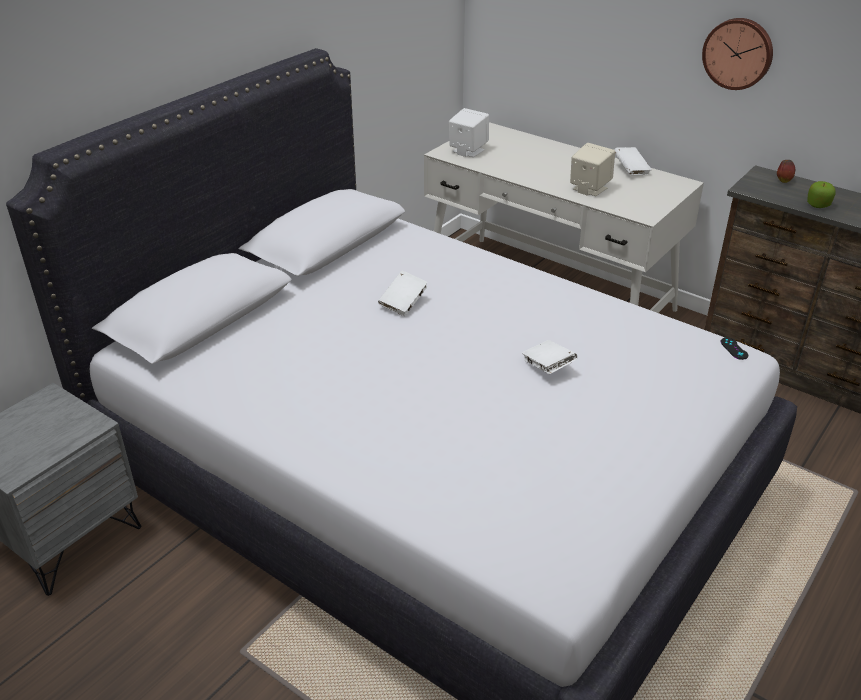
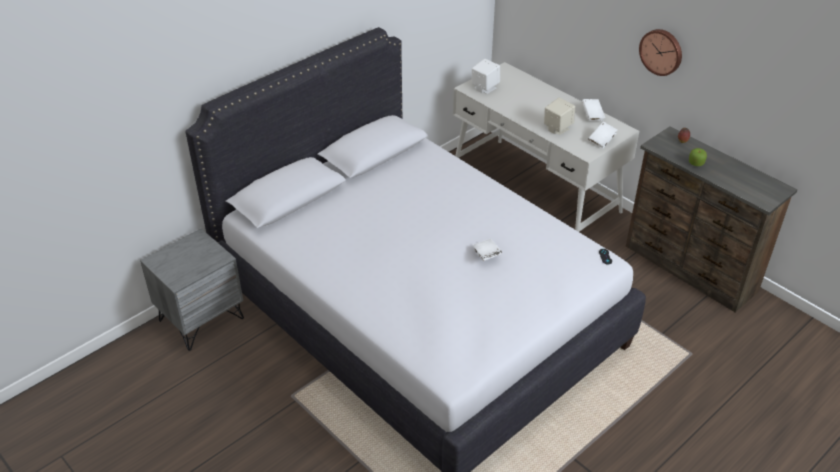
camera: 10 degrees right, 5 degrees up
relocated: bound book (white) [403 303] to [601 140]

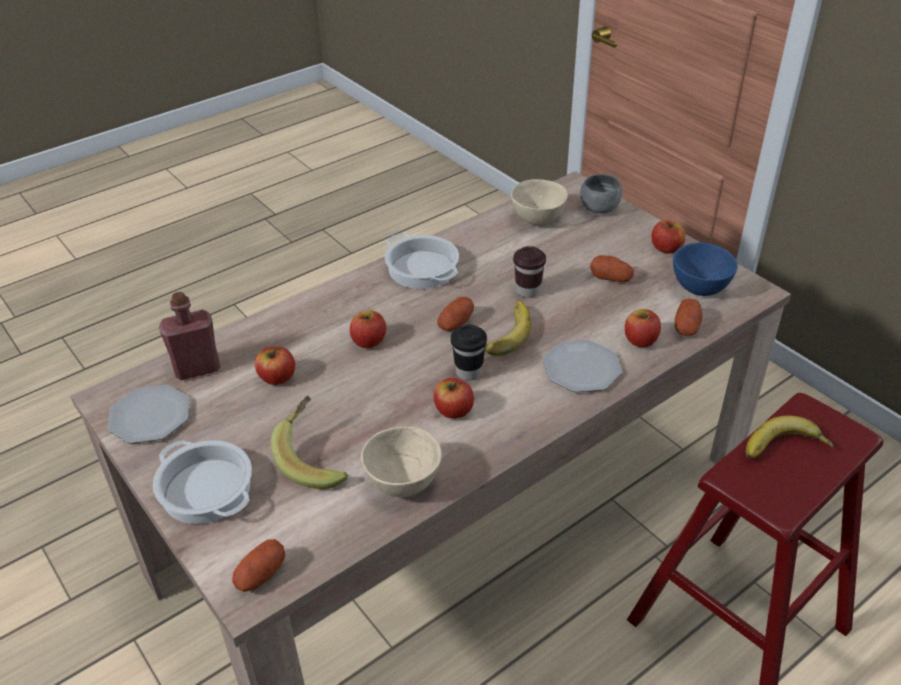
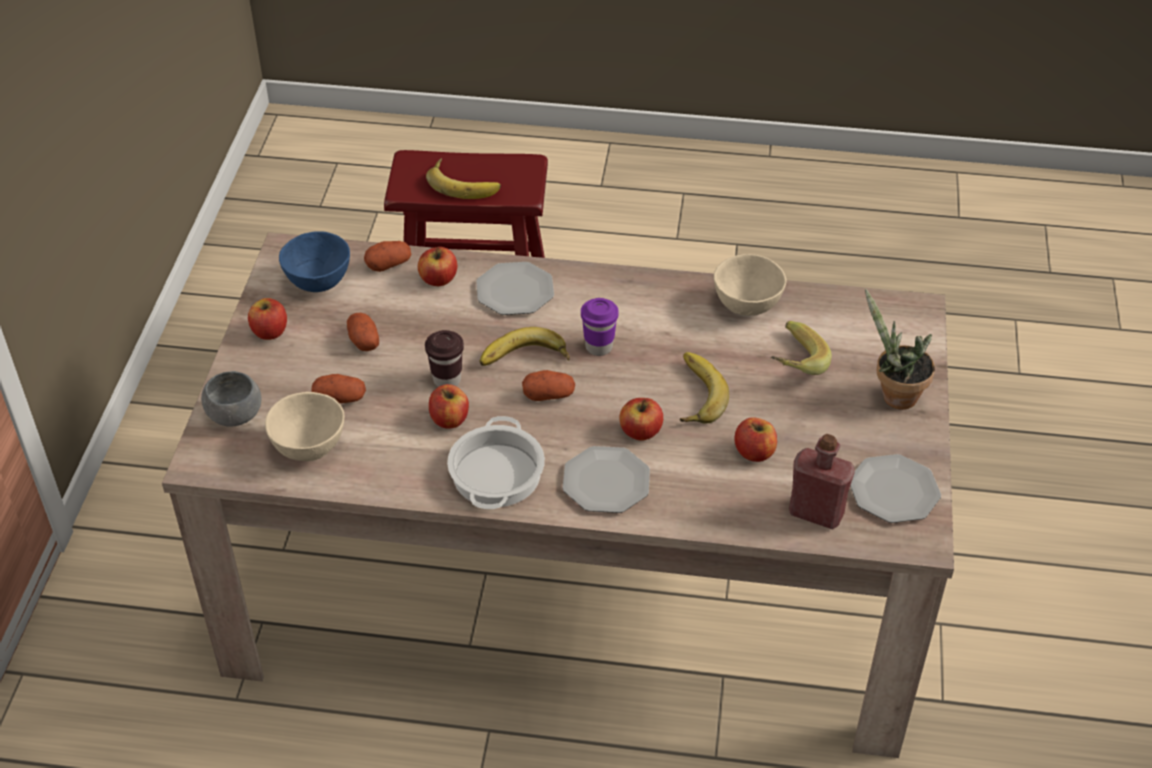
camera: 135 degrees left, 5 degrees up
appeared: flat dish [605 481]; banana fruit [693 393]
relocated: whole potato [261 575] to [340 398]; apple [453 411] to [449 419]
exchanged: cooking pot [205 489] to houseplant [894 396]
colour: cup (black) [468 372] to cup (purple) [599 347]

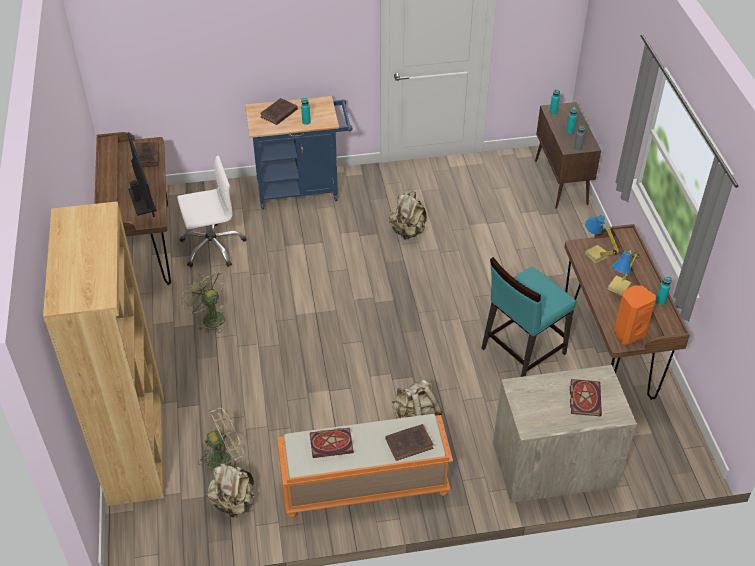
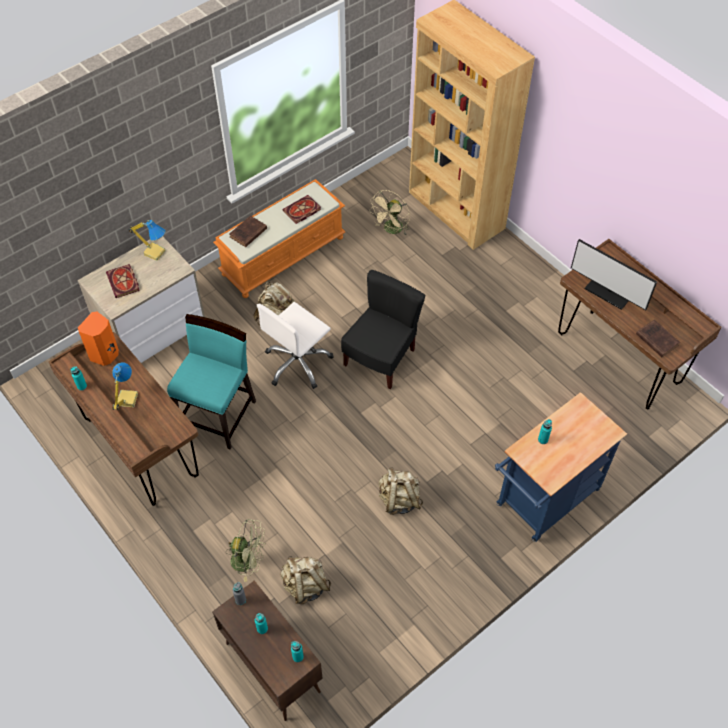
camera: 150 degrees right, 10 degrees up
missing: bound book (brown-coloured) [278 114]
appeared: plain chair (black) [380 358]
relocated: computer chair (white) [212 247] to [298 363]; fan (green) [209 318] to [248 561]; rucksack (beige-coloured) [233 502] to [305 585]; table lamp [595 255] to [155 252]

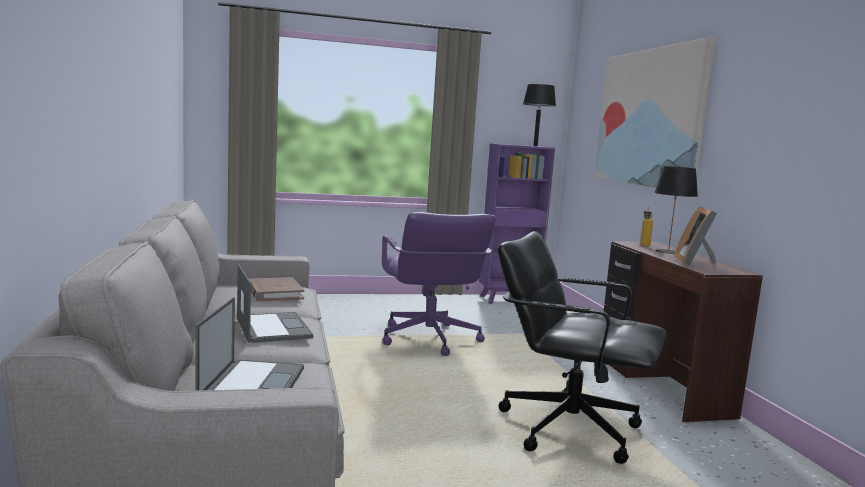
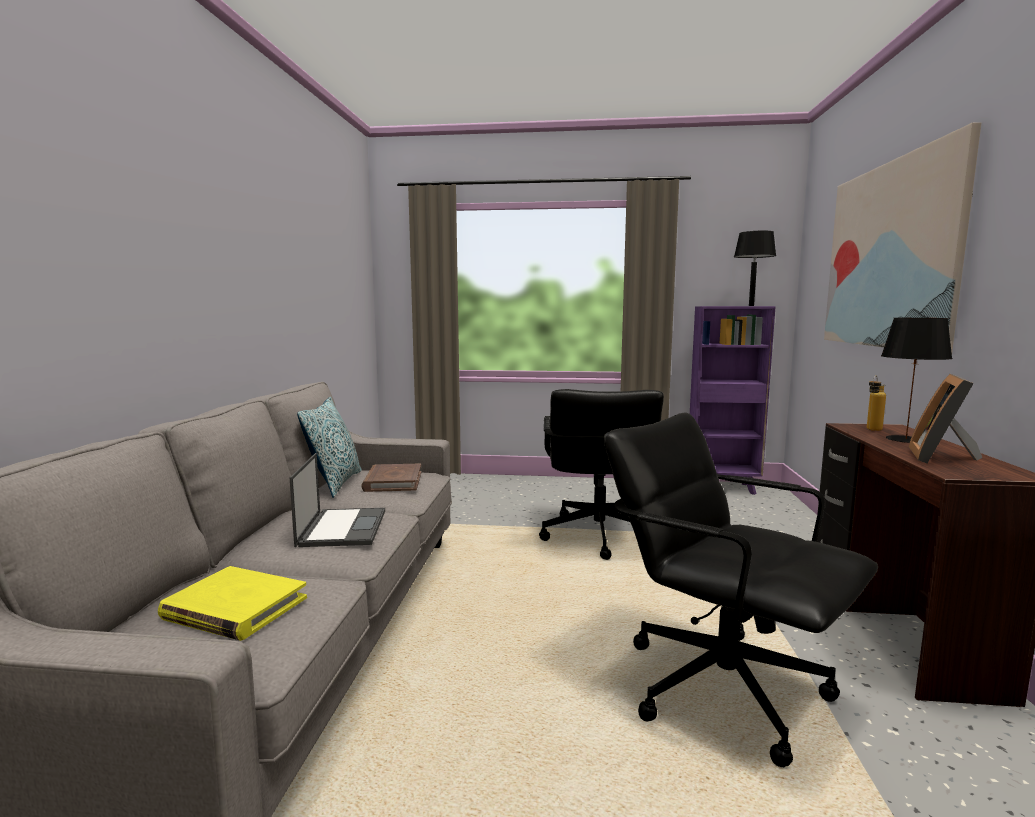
camera: 20 degrees right, 0 degrees up
appeared: pillow [335 483]
exchanged: notebook computer [253 383] to bound book (yellow-coloured) [234 608]
colour: computer chair (purple) [429 339] to computer chair (black) [598 535]

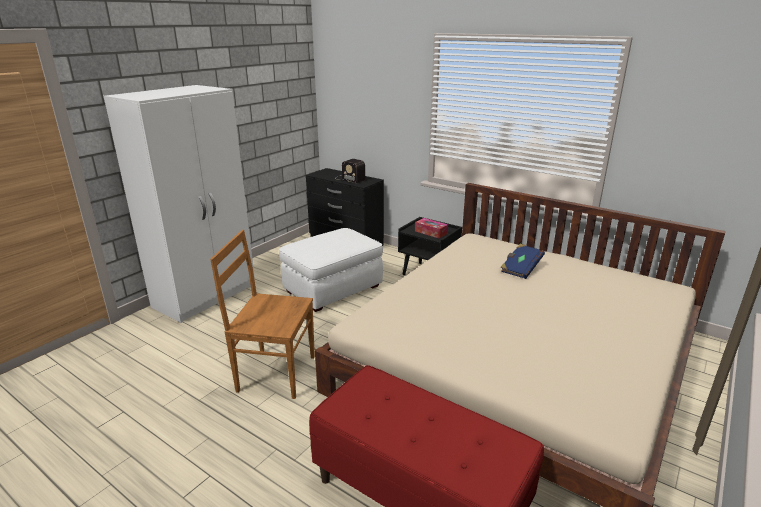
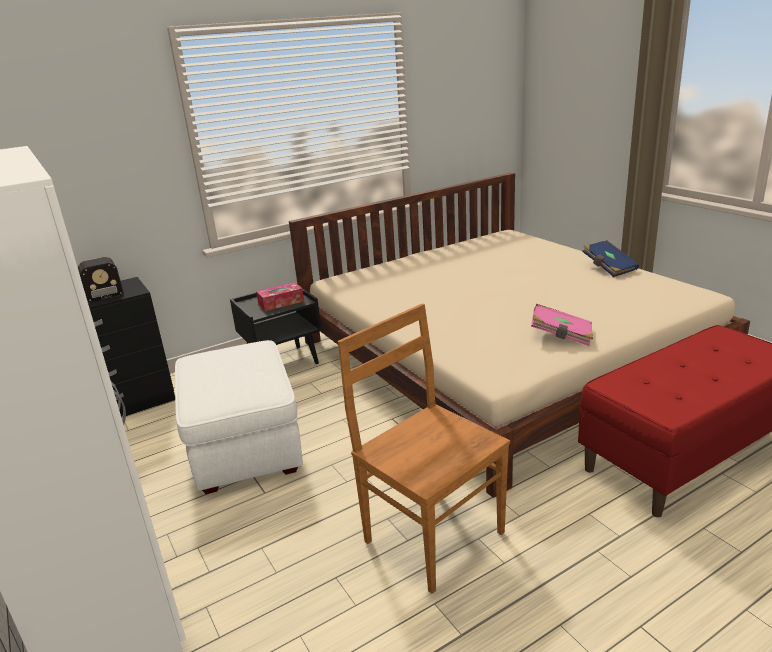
camera: 65 degrees left, 0 degrees up
appeared: bound book (pink) [561 336]
relocated: bound book (blue) [520 269] to [608 268]
spun: plain chair (brown-coloured) [274 373] = [431 534] 105 degrees clockwise

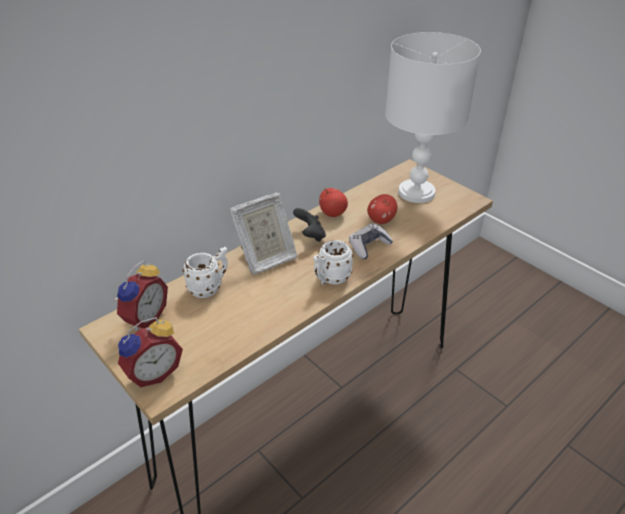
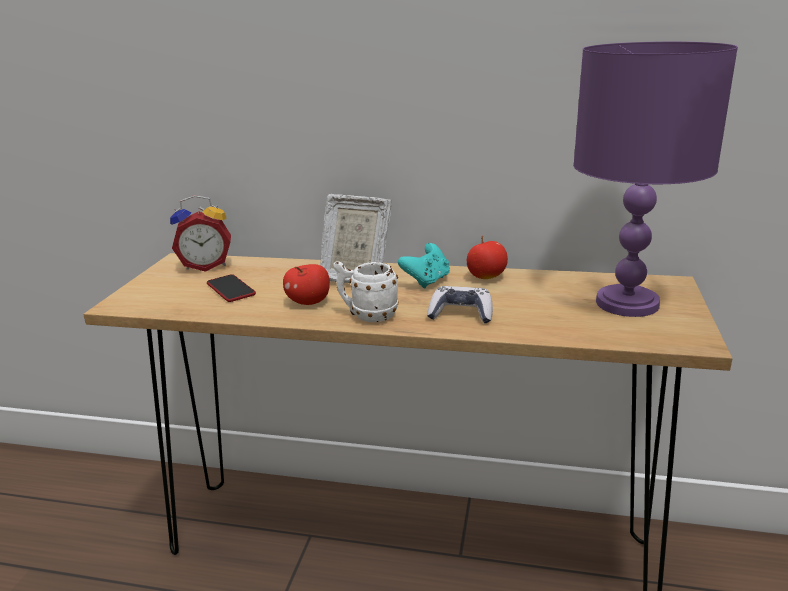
camera: 55 degrees right, 15 degrees down
missing: bedside clock [153 372]; tea mug (white) [210 287]
appeared: phone [231 289]
relocated: apple [381 220] to [309 302]
colour: joypad (black) [310 235] to joypad (turquoise-coloured) [427 281]; table lamp (white) [415 192] to table lamp (purple) [625 303]

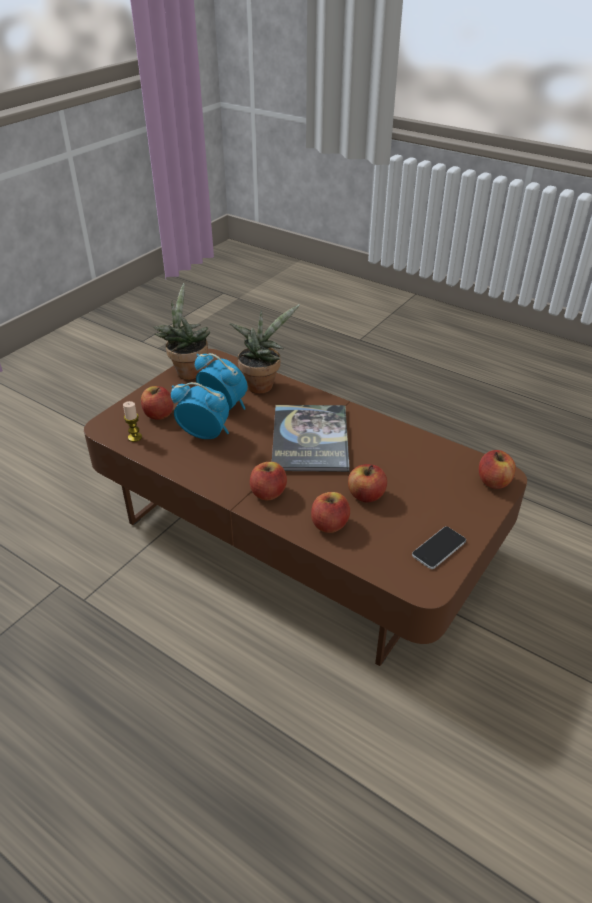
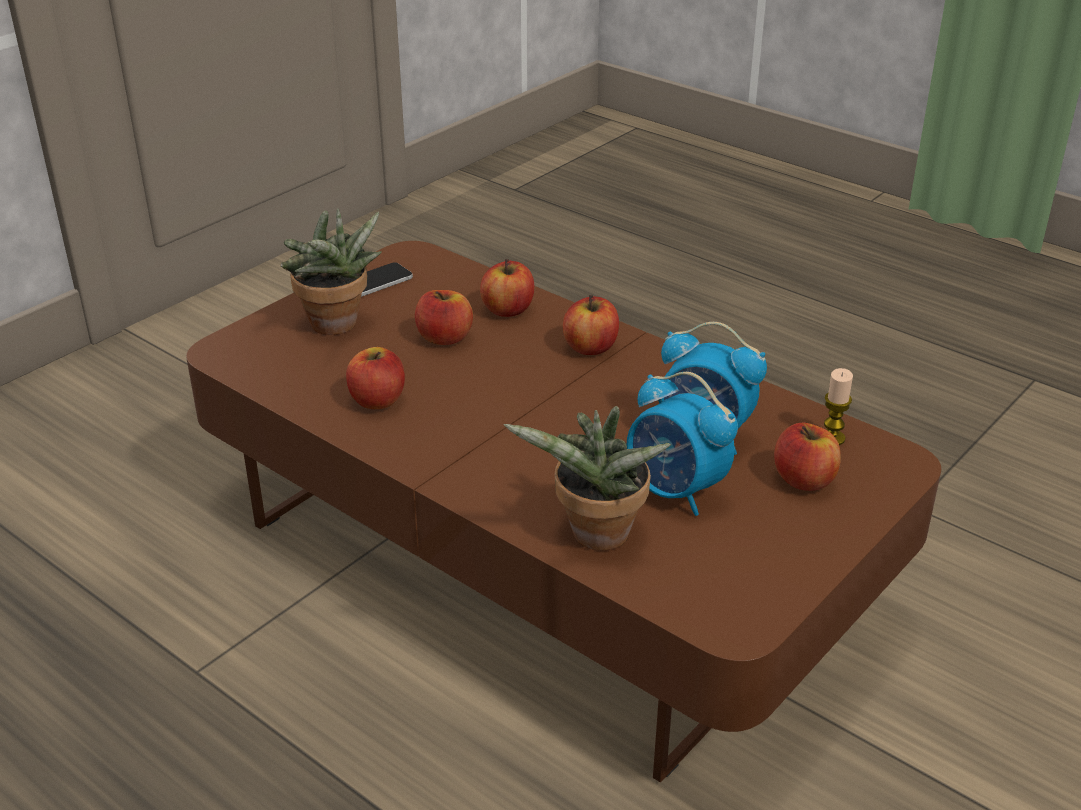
camera: 175 degrees left, 5 degrees down
missing: bound book [310 439]
relocated: houseplant [188 371] to [336 327]; apple [494 481] to [377 400]

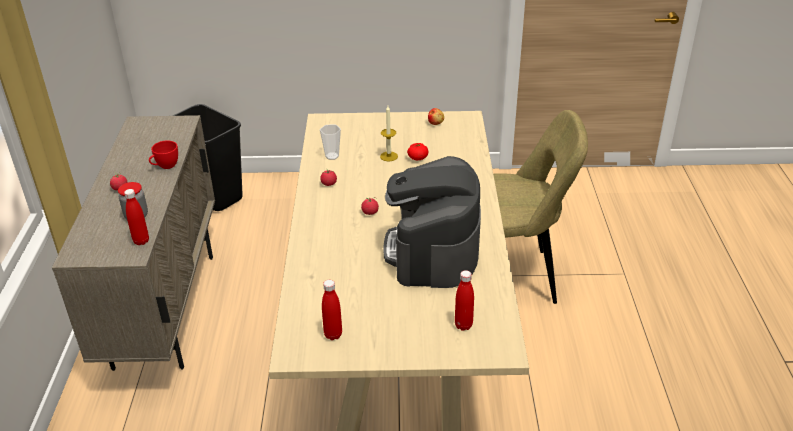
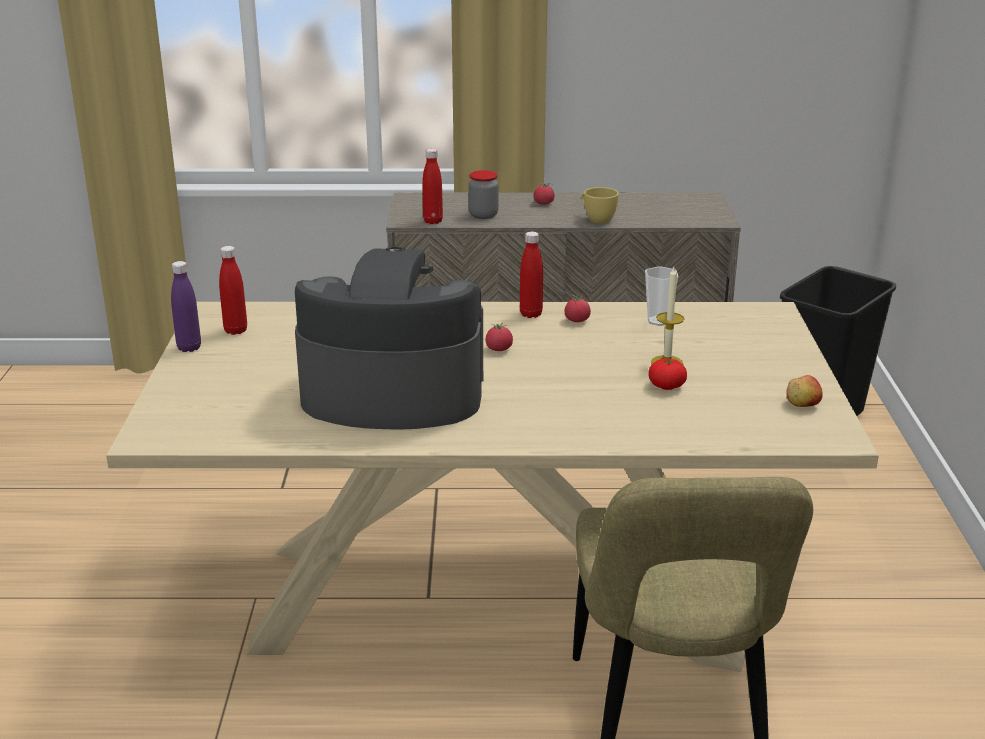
camera: 90 degrees right, 10 degrees down
appeared: bottle (purple) [189 348]
relocated: bottle (red-coloured) [463 325] to [531 314]
colour: cup (red-coloured) [165 166] to cup (yellow-coloured) [596 219]

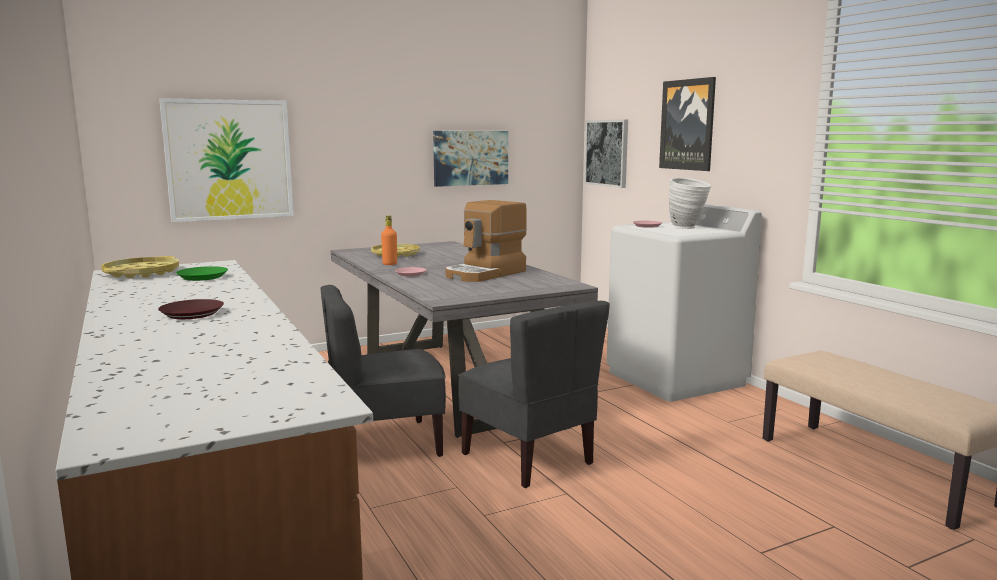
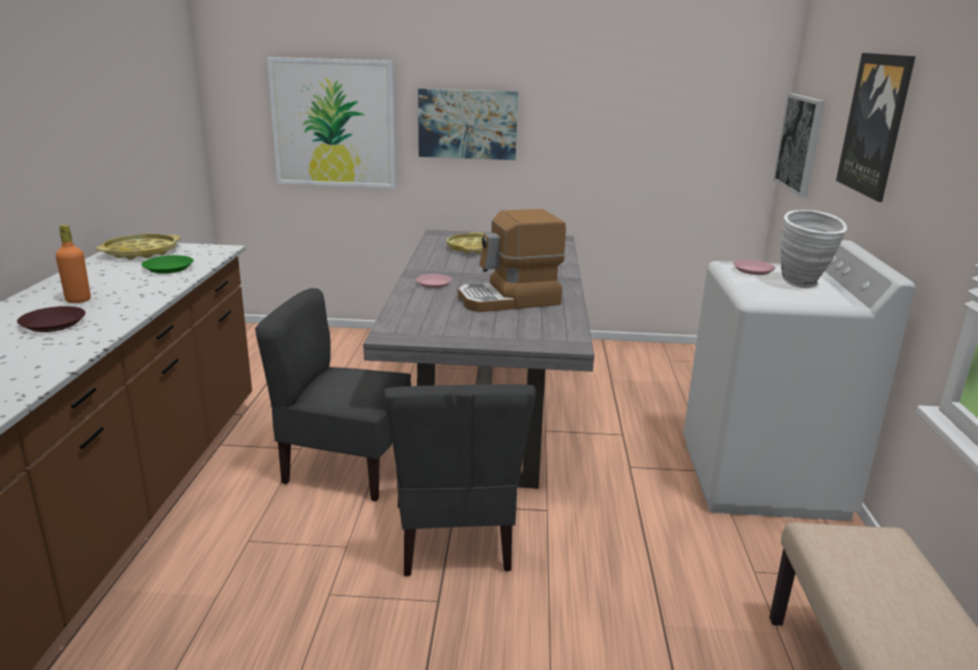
camera: 30 degrees right, 10 degrees up
relocated: bottle (orange) [390 264] to [78 300]; picture [470 158] to [467 124]

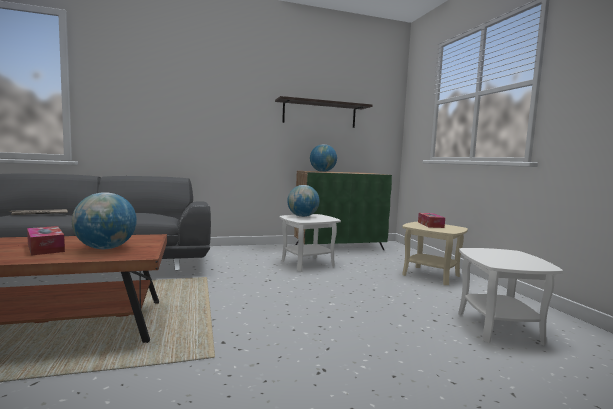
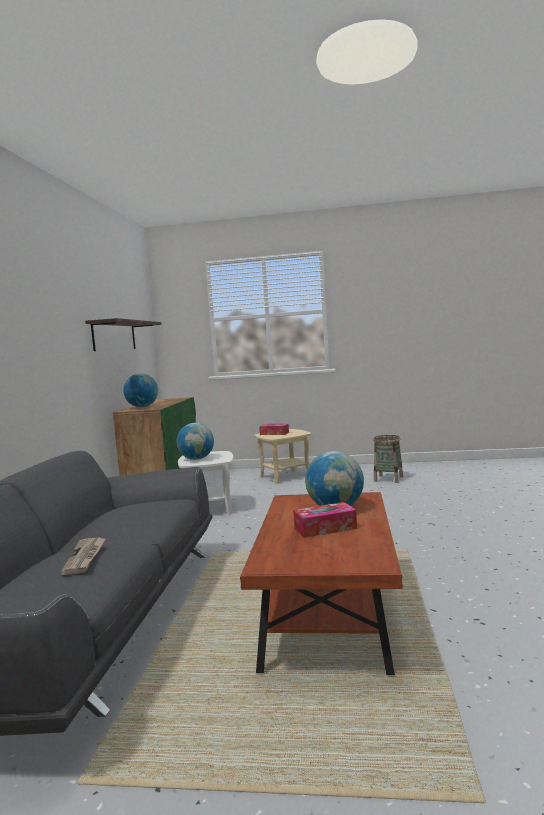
camera: 65 degrees left, 0 degrees up
exchanged: accent table (white) [499 327] to basket [388 479]

